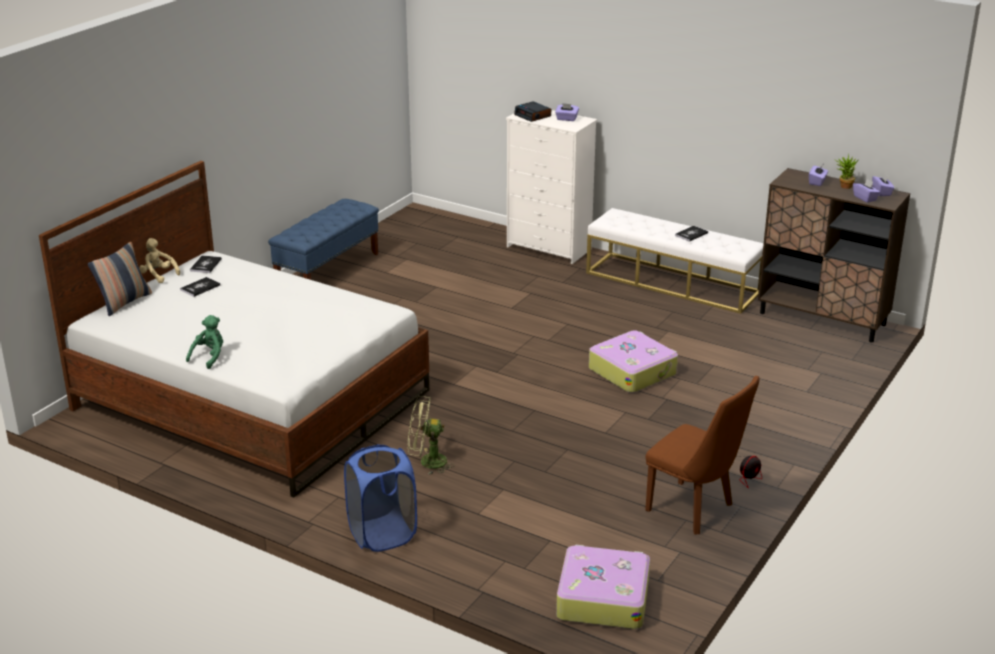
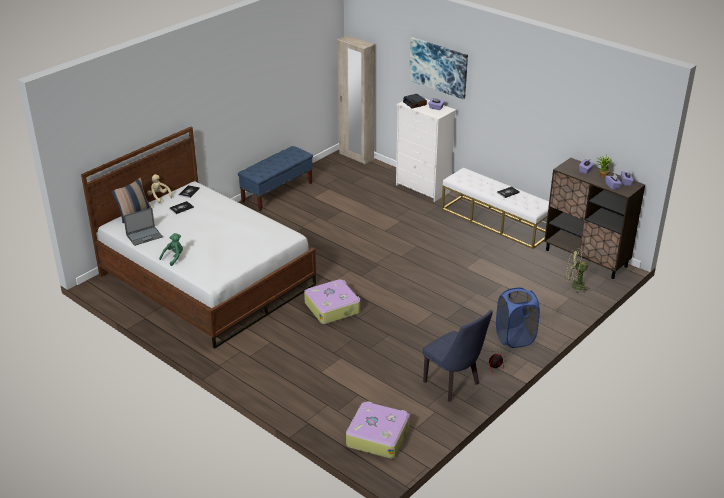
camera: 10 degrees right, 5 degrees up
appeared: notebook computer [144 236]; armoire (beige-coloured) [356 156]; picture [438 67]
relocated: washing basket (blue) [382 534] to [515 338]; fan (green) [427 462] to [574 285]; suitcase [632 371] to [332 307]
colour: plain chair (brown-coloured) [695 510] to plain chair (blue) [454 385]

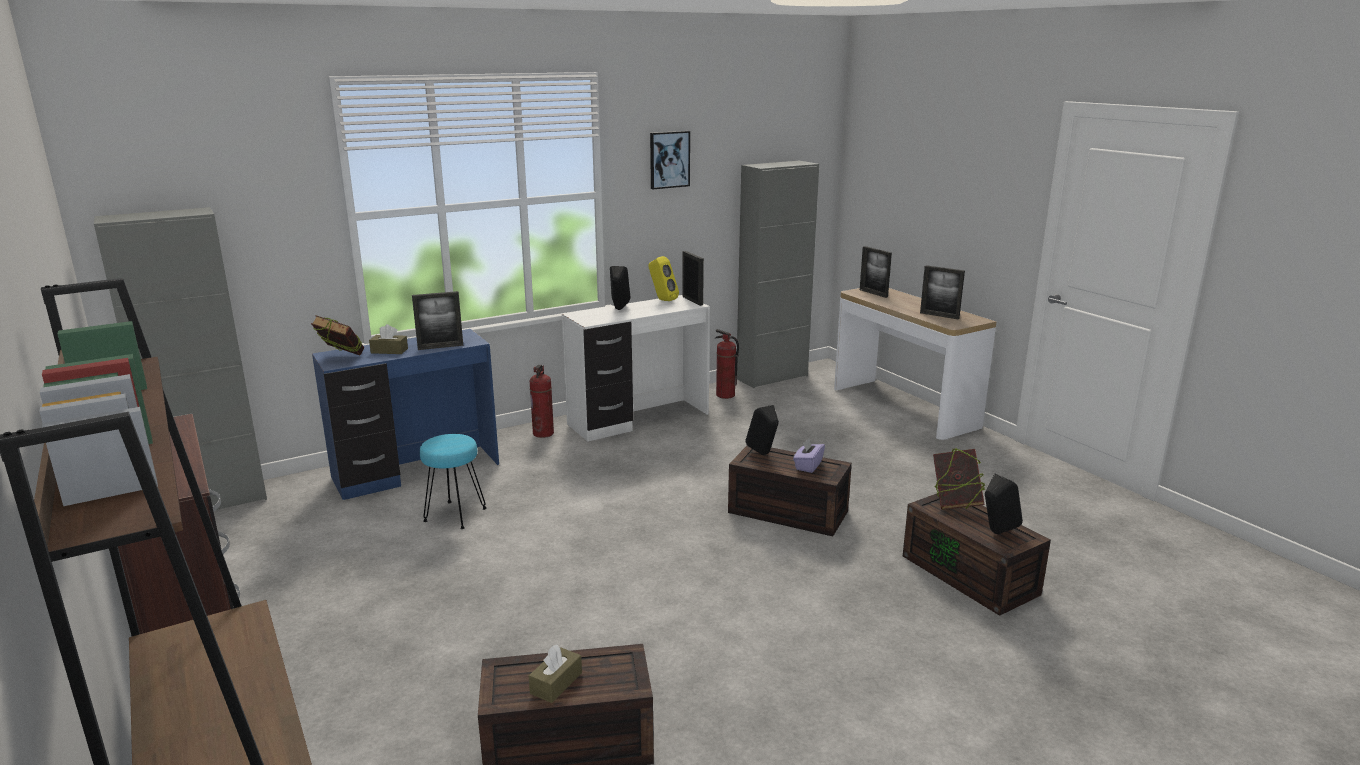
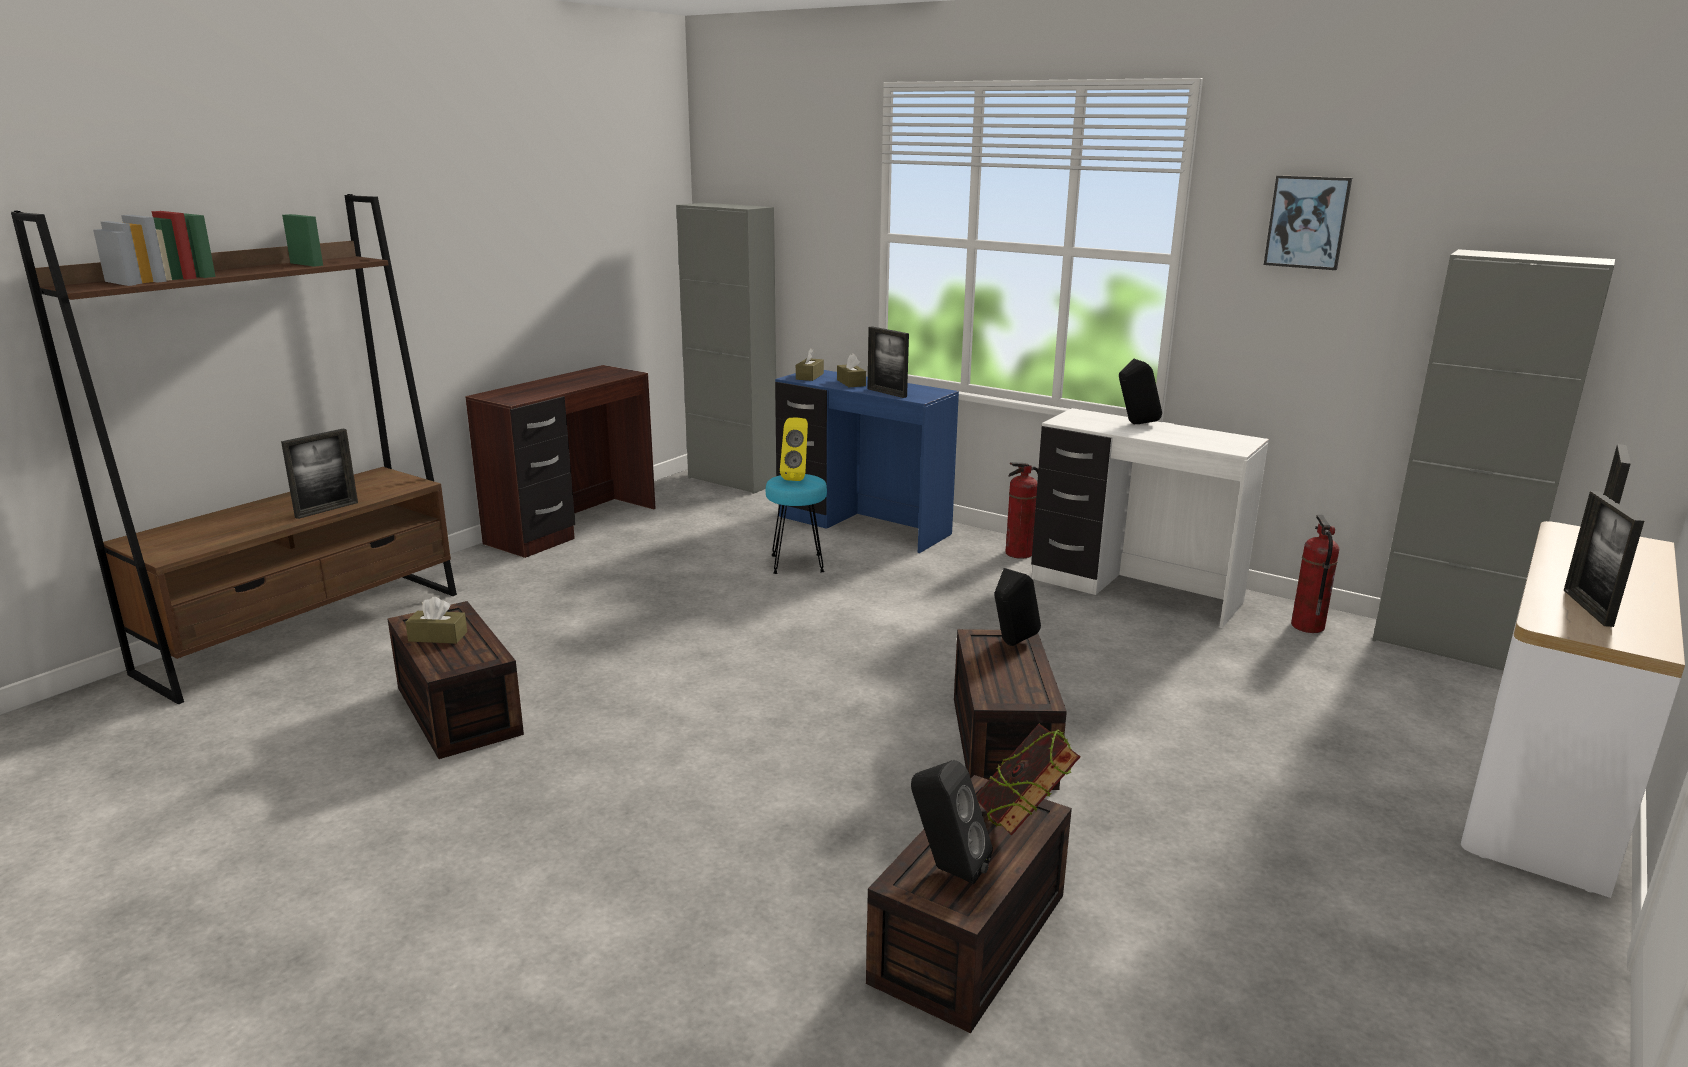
camera: 65 degrees right, 0 degrees up
missing: tissue box (purple) [808 466]
relocated: audio speaker (yellow-coloured) [662 300] to [796 478]; picture frame [692 300] to [327 510]
exchanged: bound book [341 359] to tissue box (brown-coloured) [809 376]

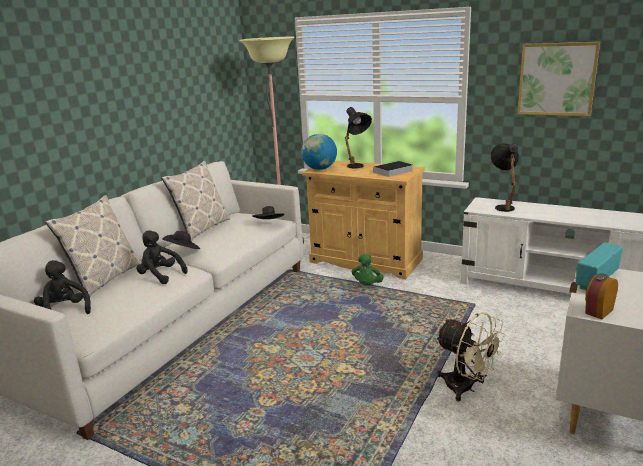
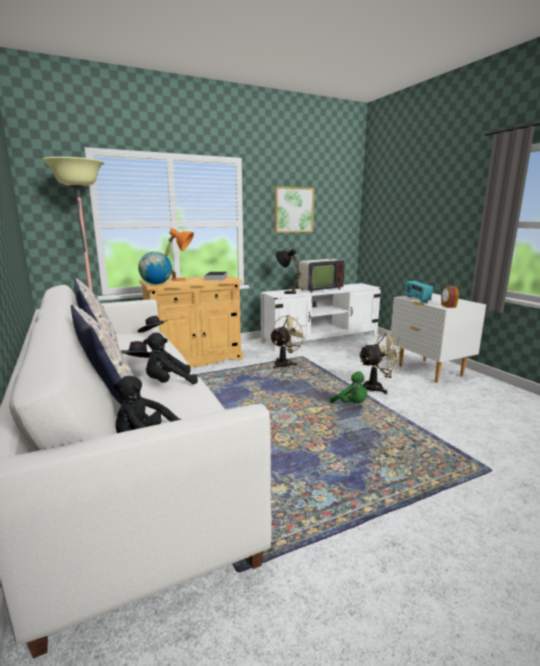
camera: 55 degrees left, 5 degrees down
appeared: fan (beige-coloured) [285 363]; TV set [318 289]
relocated: plush toy (green) [367 285] to [351 404]
colour: table lamp (black) [357 167] to table lamp (orange) [183 280]

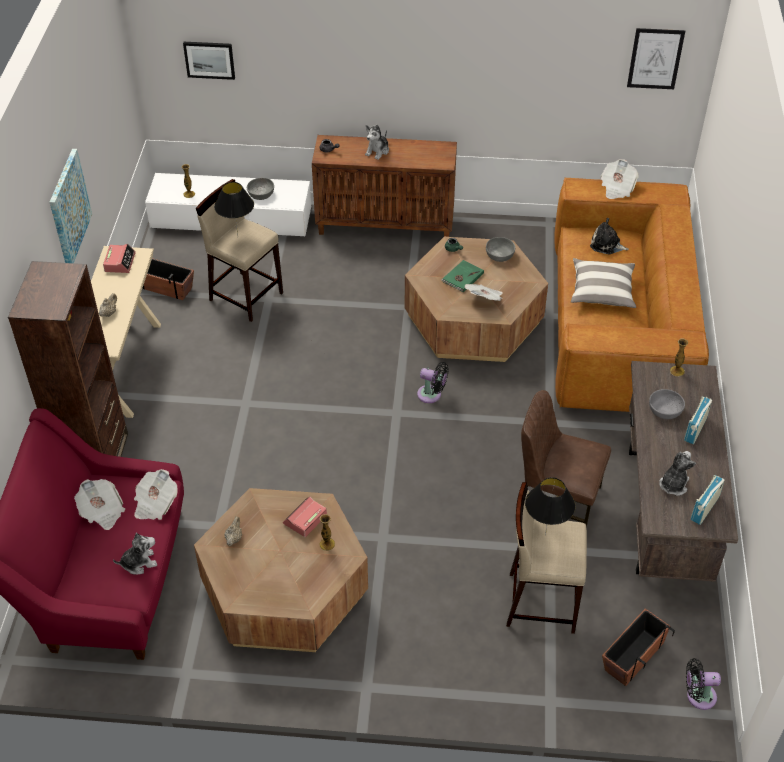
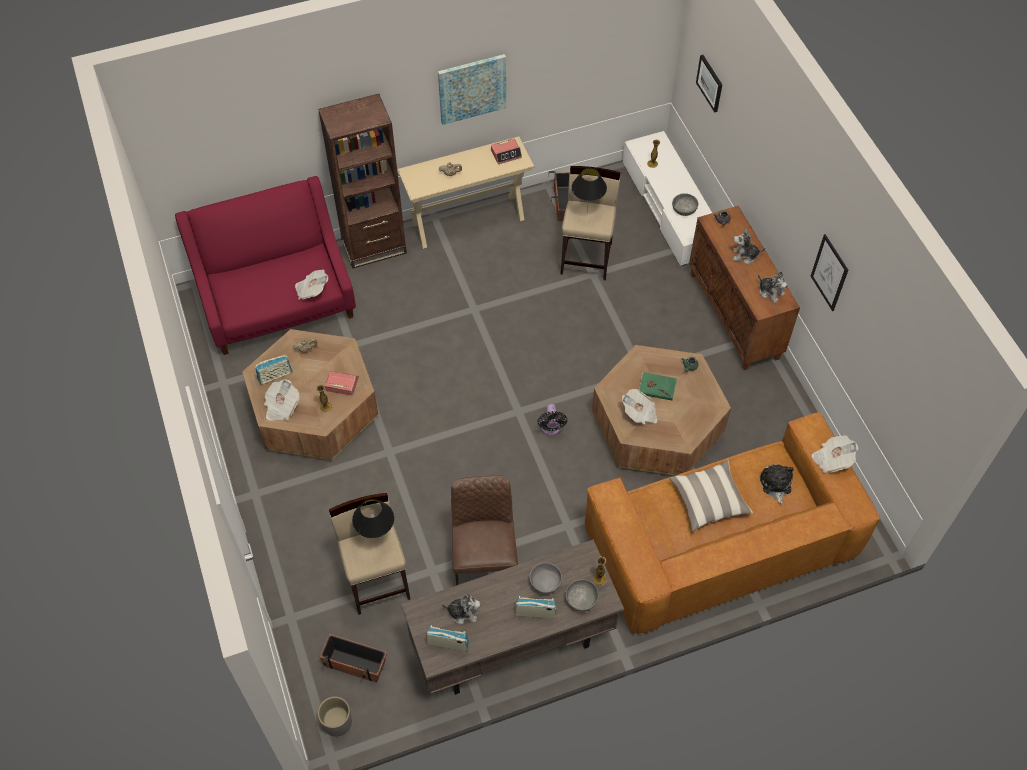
camera: 65 degrees right, 10 degrees up
appeared: radio set [275 376]
relocated: daily paper [102 512] to [281 406]; plush toy [139 562] to [770 292]; deep dish (greyish) [499 255] to [581 599]; picture [655 58] to [829 272]
exchanged: fan (black) [698 696] to flower pot (greyish) [337 722]

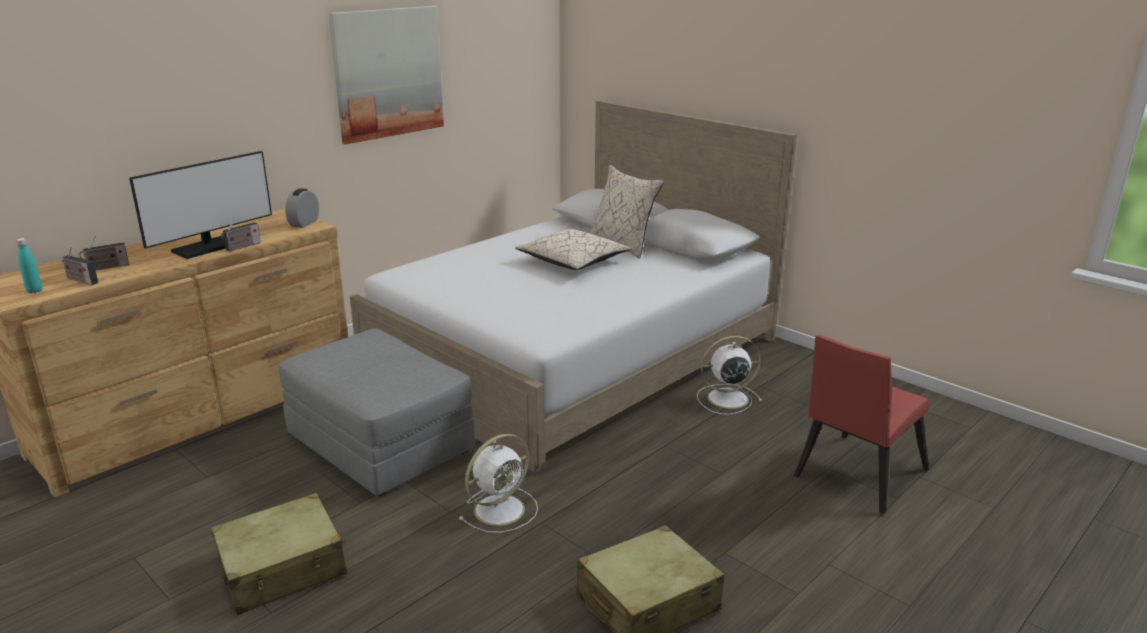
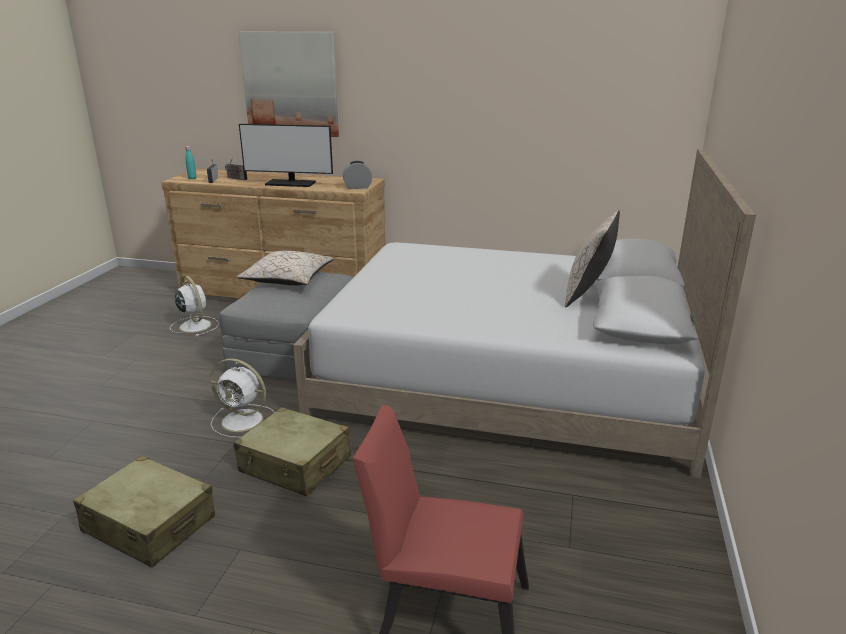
camera: 60 degrees right, 0 degrees up
missing: radio set [242 247]
relocated: suitcase (beige-coloured) [283 568] to [295 465]; picture [388 73] to [290 84]; pillow (beige-coloured) [573 262] to [288 279]; fan (white) [726 399] to [194 325]

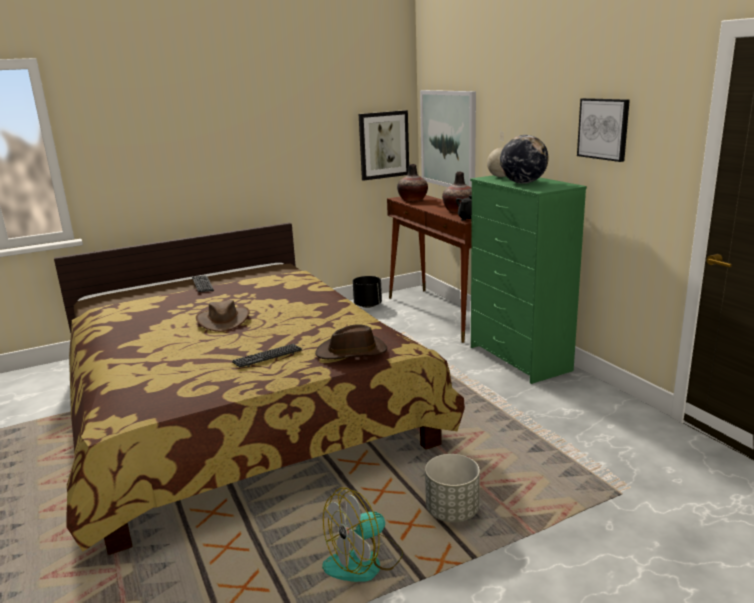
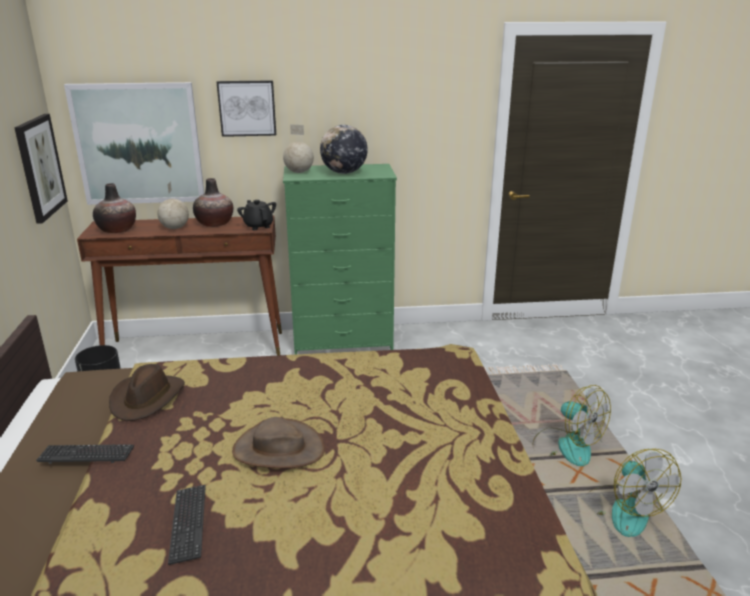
camera: 70 degrees left, 5 degrees up
appeared: desk globe [175 228]
relocated: PC keyboard [267 357] to [188 524]; hat (brown-coloured) [352 352] to [147 398]; picture [603 129] to [247 108]
exchanged: flower pot (greyish) [452 511] to fan [566 446]

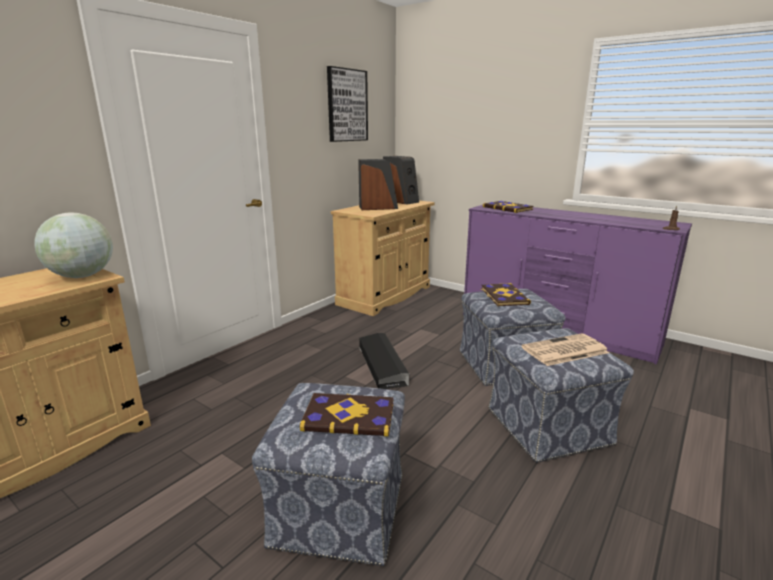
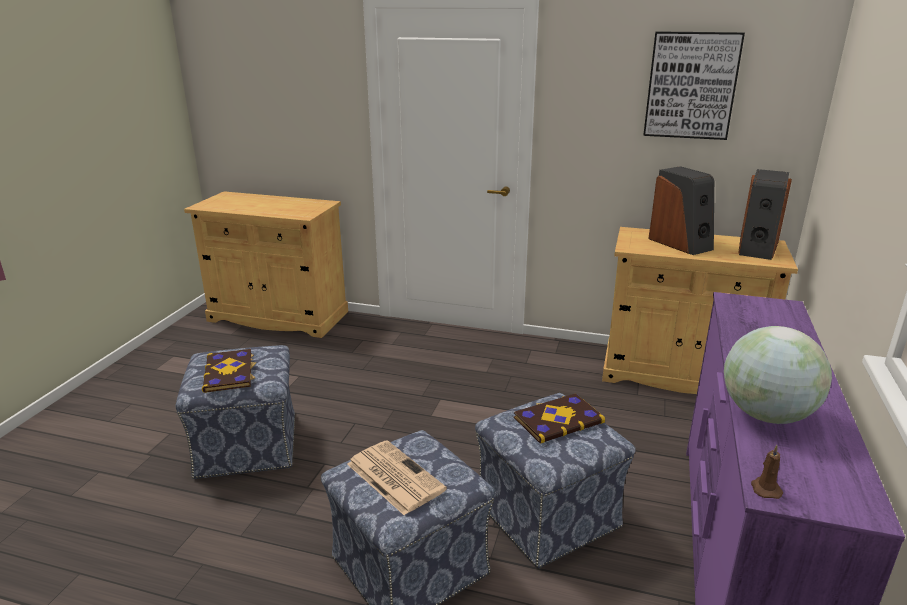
camera: 70 degrees right, 5 degrees up
missing: storage box (black) [382 365]; bound book [508 208]
relocated: desk globe [82 276] to [766 415]

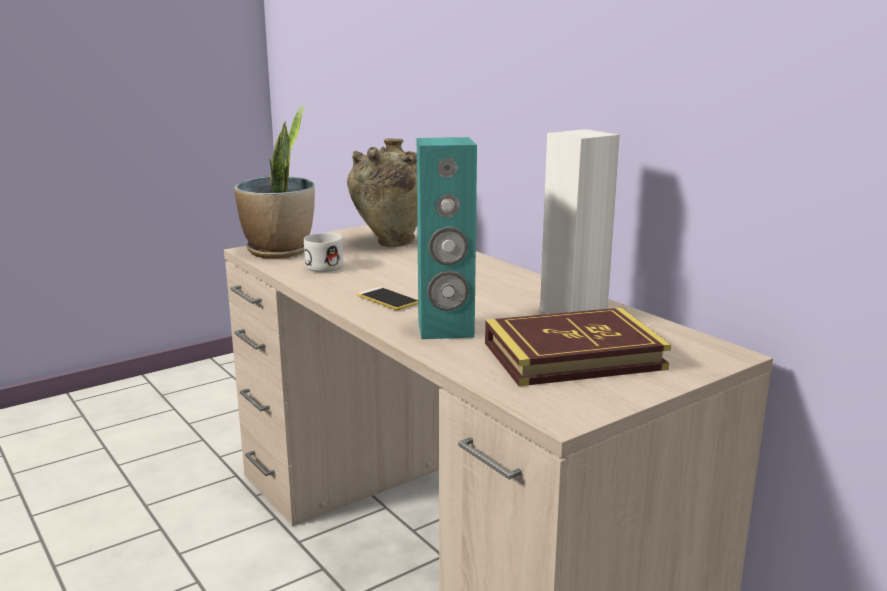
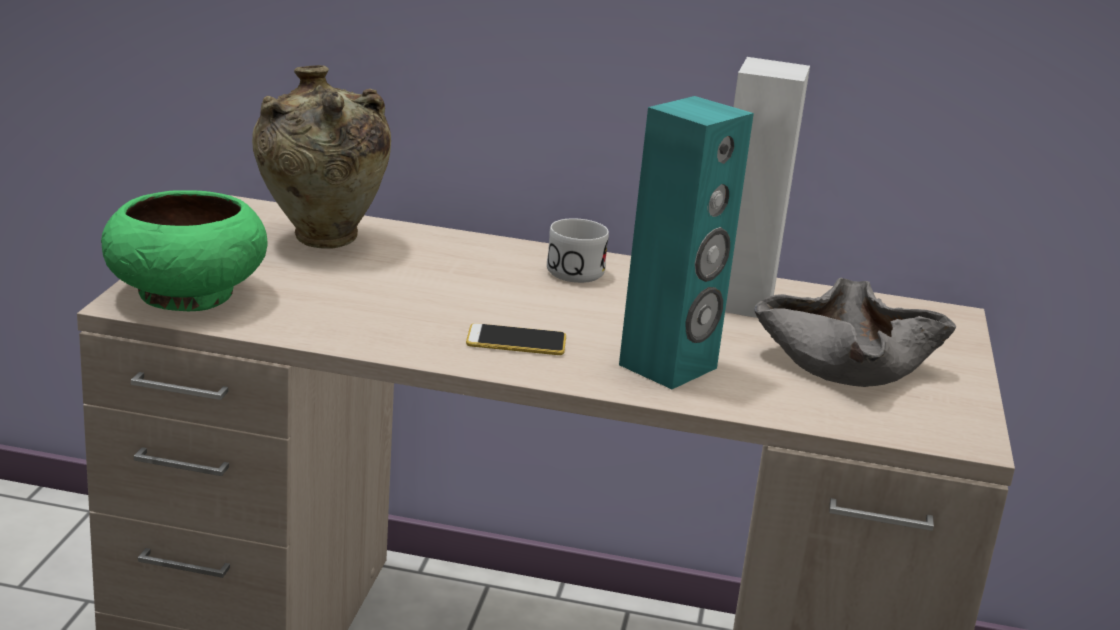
camera: 45 degrees left, 5 degrees up
relocated: tea mug (white) [328 265] to [571 268]
exchanged: houseplant [279 251] to deep dish (green) [184 294]; bound book [573 356] to deep dish (greyish) [845 361]

